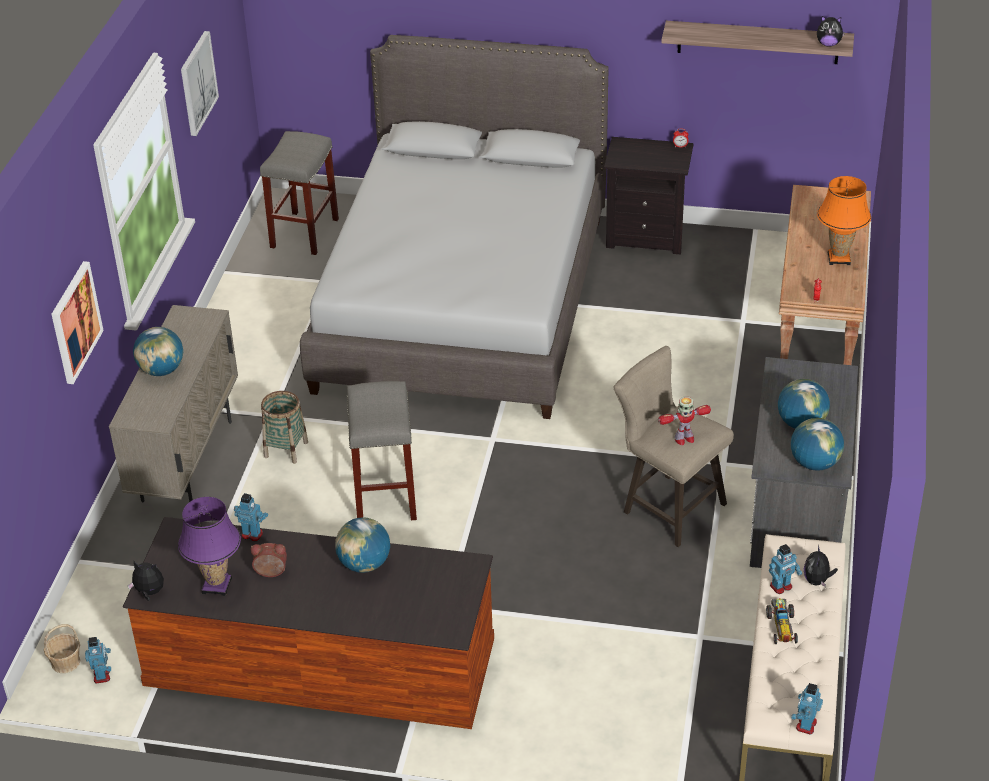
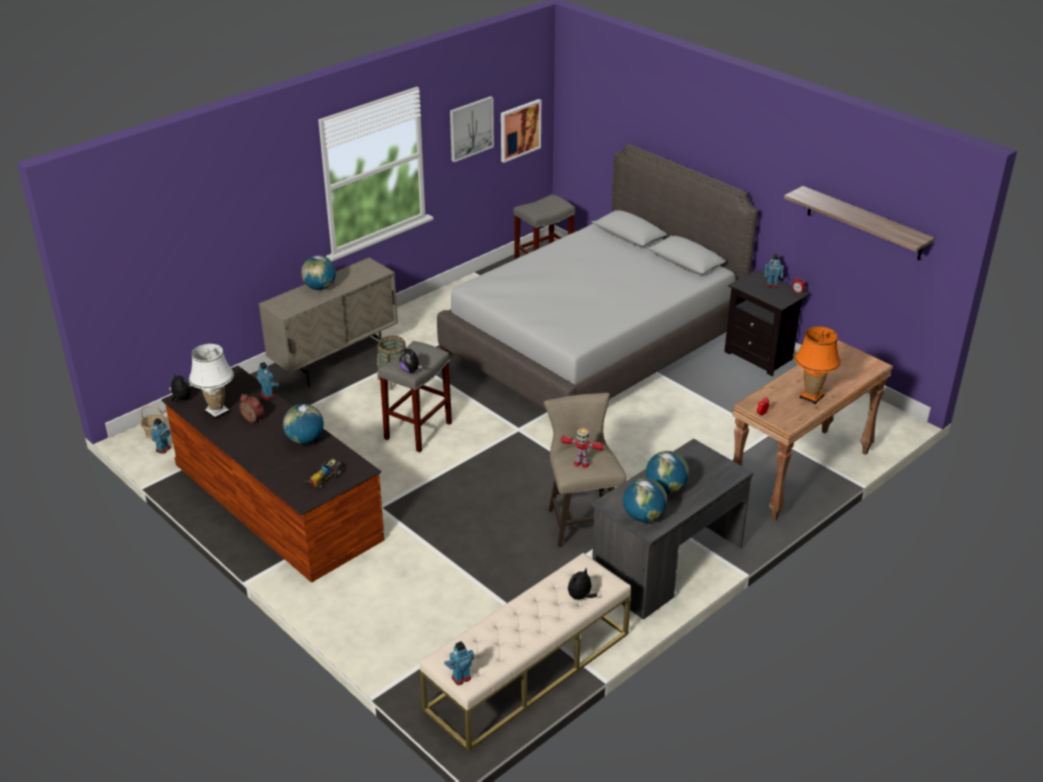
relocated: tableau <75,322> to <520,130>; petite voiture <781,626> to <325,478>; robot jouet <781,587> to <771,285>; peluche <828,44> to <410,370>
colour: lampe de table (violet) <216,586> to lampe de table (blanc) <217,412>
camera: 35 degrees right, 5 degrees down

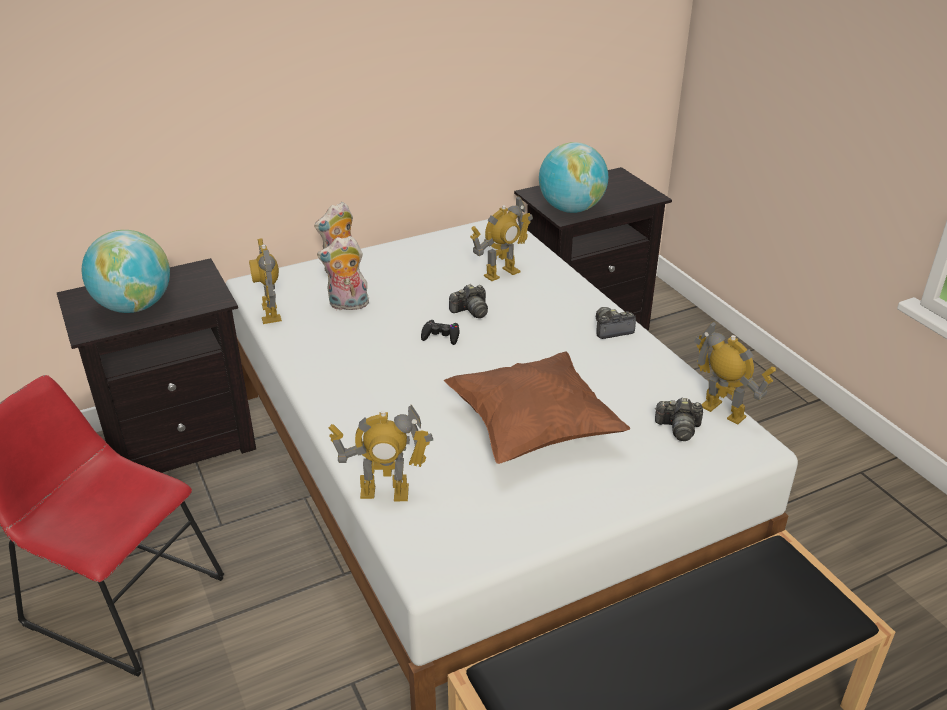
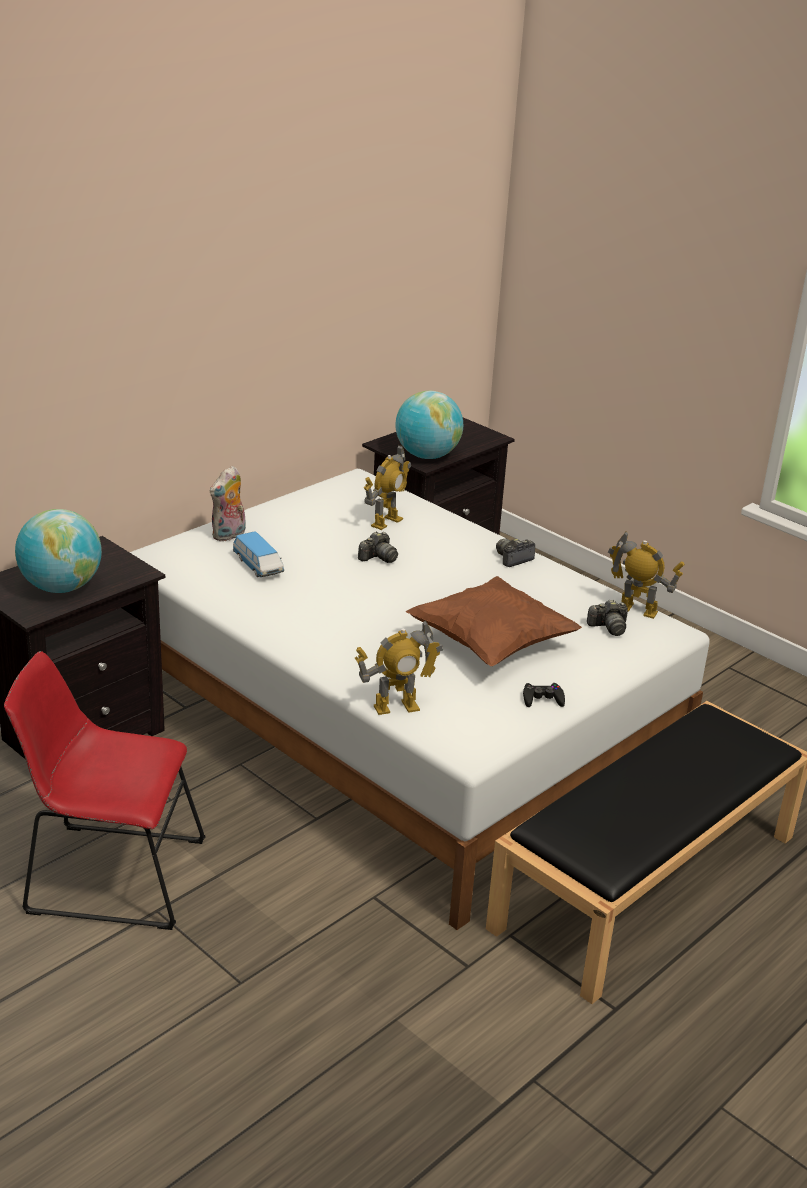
missing: robot jouet <271,313>
relocated: manette (noir) <441,336> to <542,699>
exchanged: peluche <347,305> to petite voiture <258,566>
camera: 20 degrees left, 5 degrees down

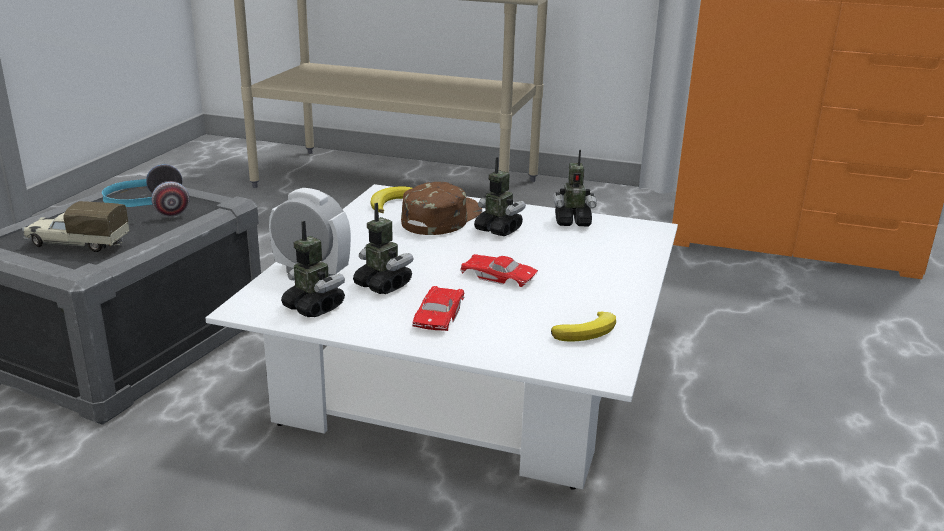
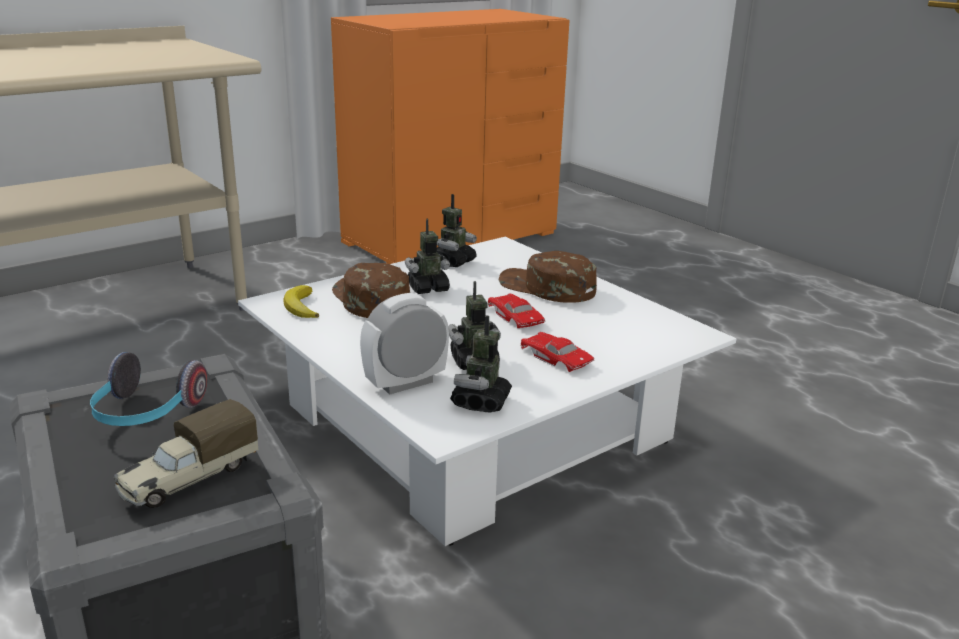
missing: banane <588,332>
appeared: casquette (marron) <546,287>
spun: robot jouet <313,307> = <481,402> 60 degrees counterclockwise; petite voiture (rouge) <498,276> = <515,316> 90 degrees clockwise
camera: 55 degrees left, 0 degrees up

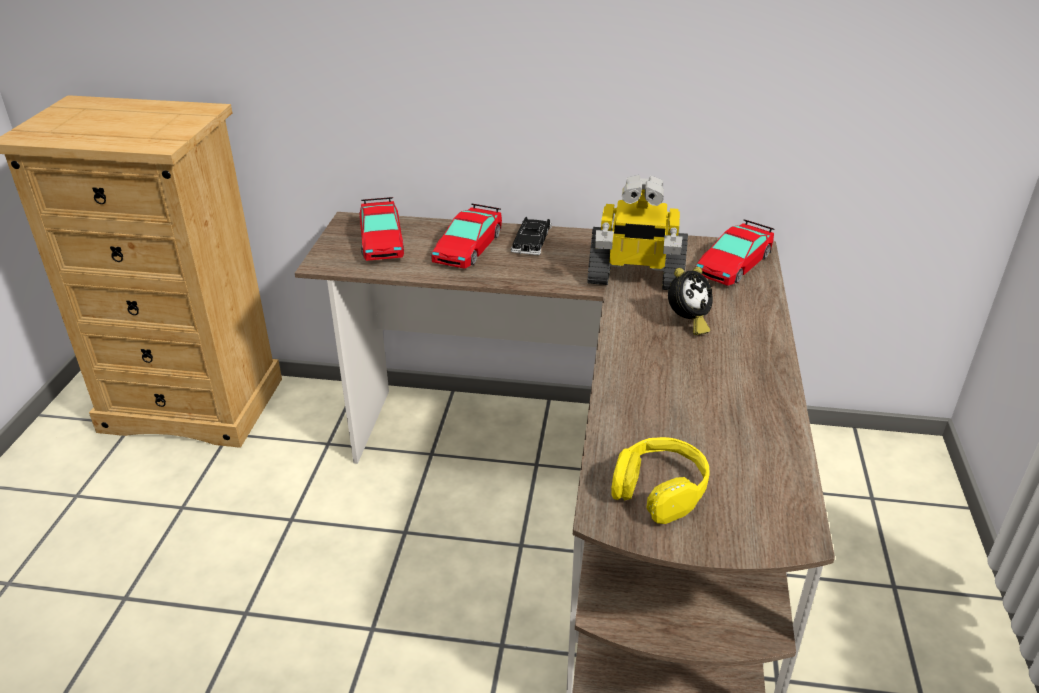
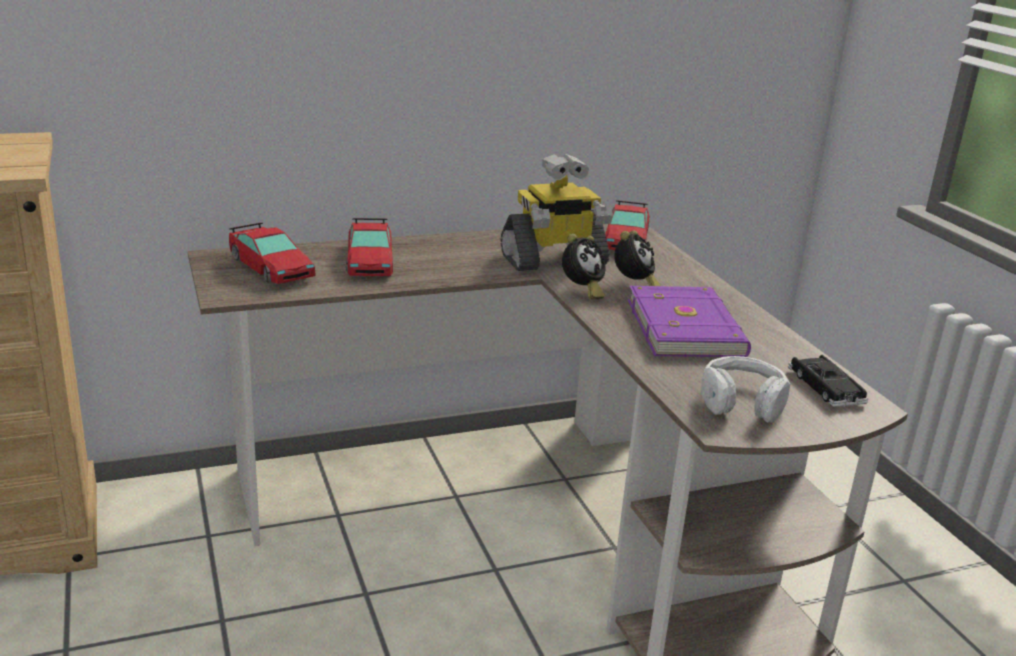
appeared: réveil <581,291>; livre (violet) <687,327>
relocated: petite voiture (noir) <531,241> to <825,387>
colour: casque audio (jaune) <659,490> to casque audio (blanc) <741,402>
camera: 30 degrees left, 10 degrees down

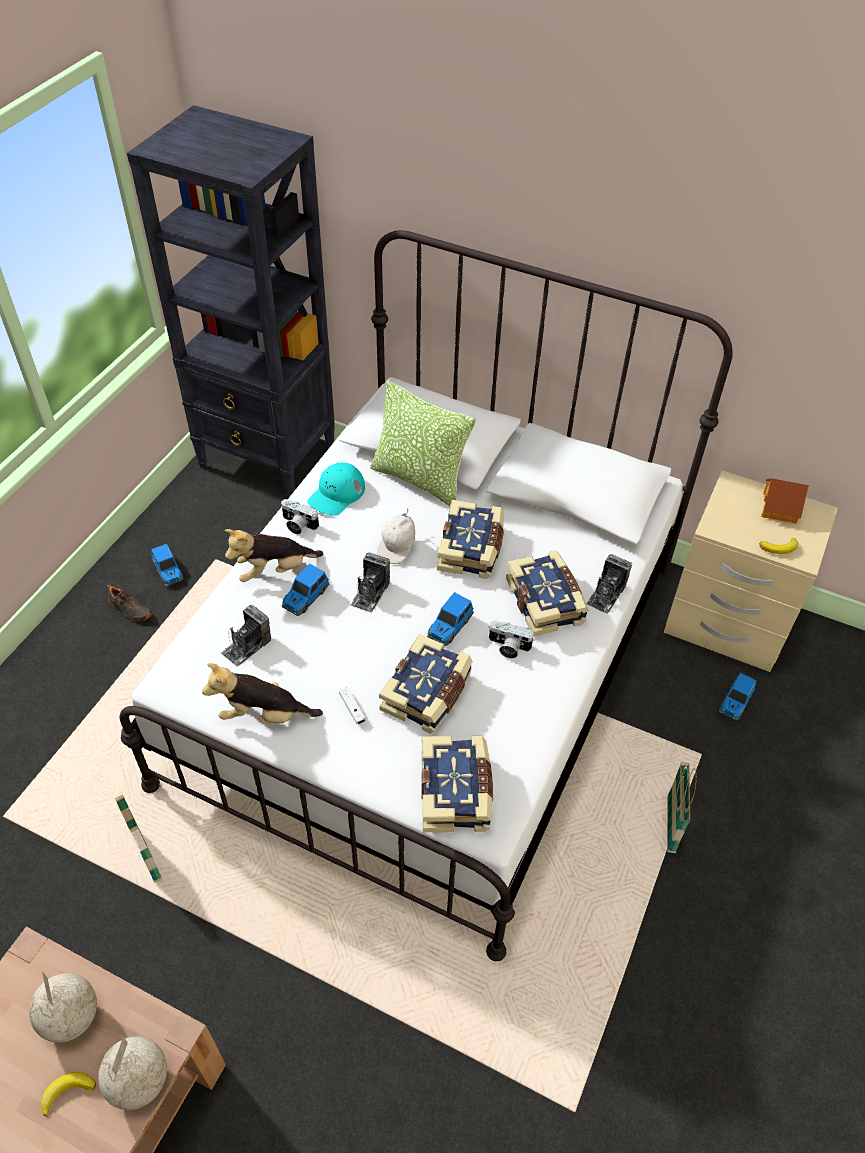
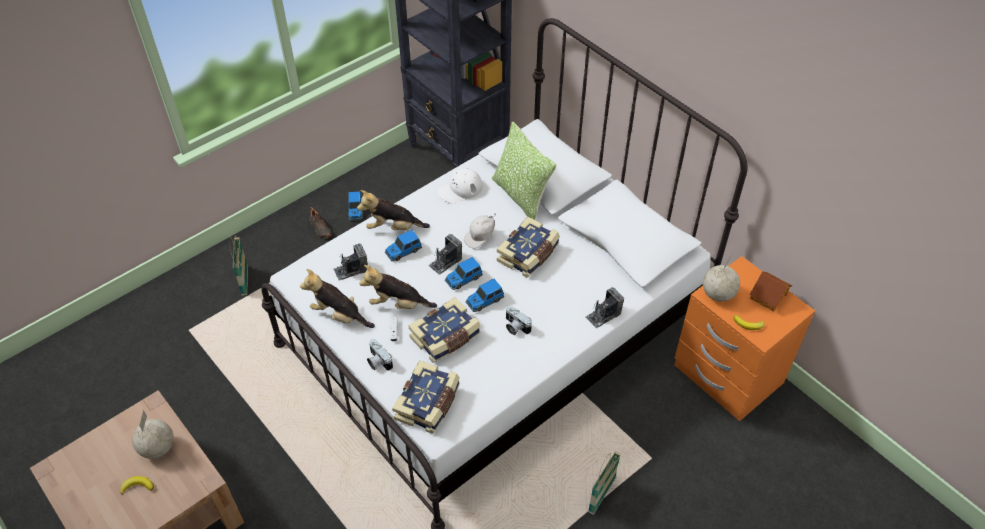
missing: livre <546,602>
appeared: peluche <398,304>
relocated: globe <140,1080> to <718,294>; panier <146,855> to <245,281>; appareil photo <298,525> to <378,361>; petite voiture <735,702> to <463,279>
colour: casquette (turquoise) <336,494> to casquette (blanc) <460,189>; table de chevet (beige) <726,623> to table de chevet (orange) <727,375>
camera: 25 degrees right, 0 degrees up

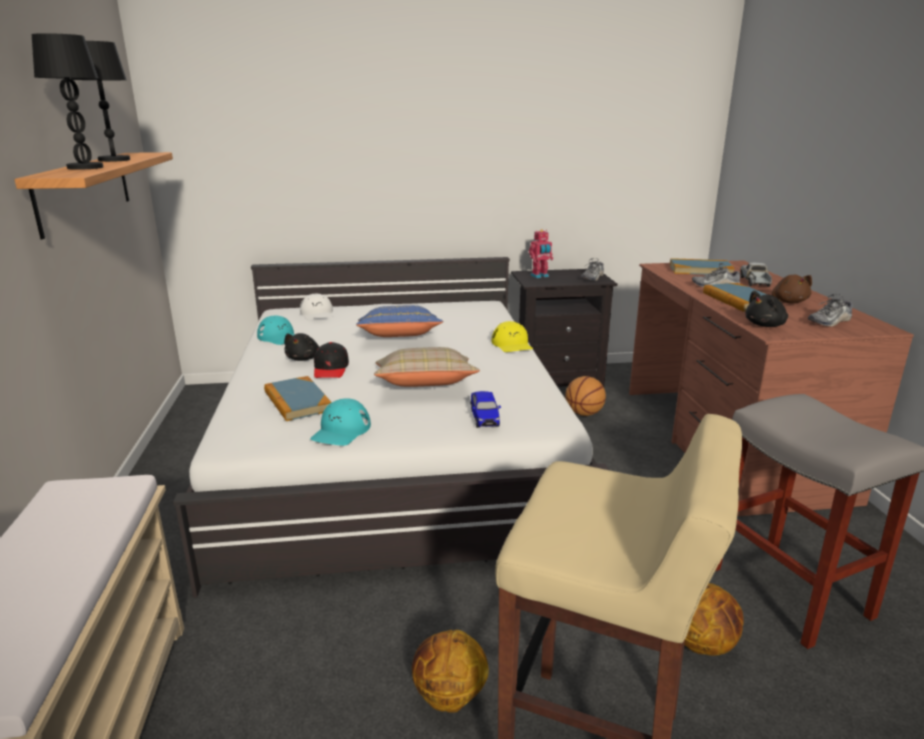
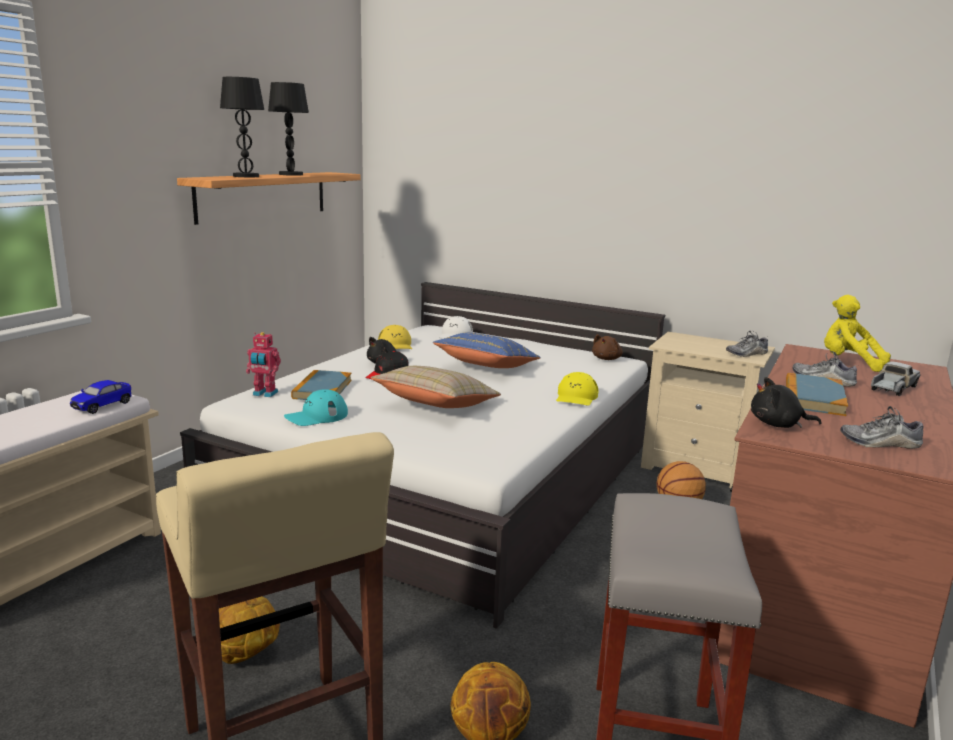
relocated: petite voiture <484,418> to <102,406>; robot jouet <540,276> to <264,394>; peluche (marron) <788,302> to <607,359>
exchanged: livre <700,270> to peluche (jaune) <848,363>
colour: casquette (turquoise) <280,337> to casquette (jaune) <395,345>; table de chevet (noir) <557,378> to table de chevet (beige) <697,466>
camera: 35 degrees right, 5 degrees down

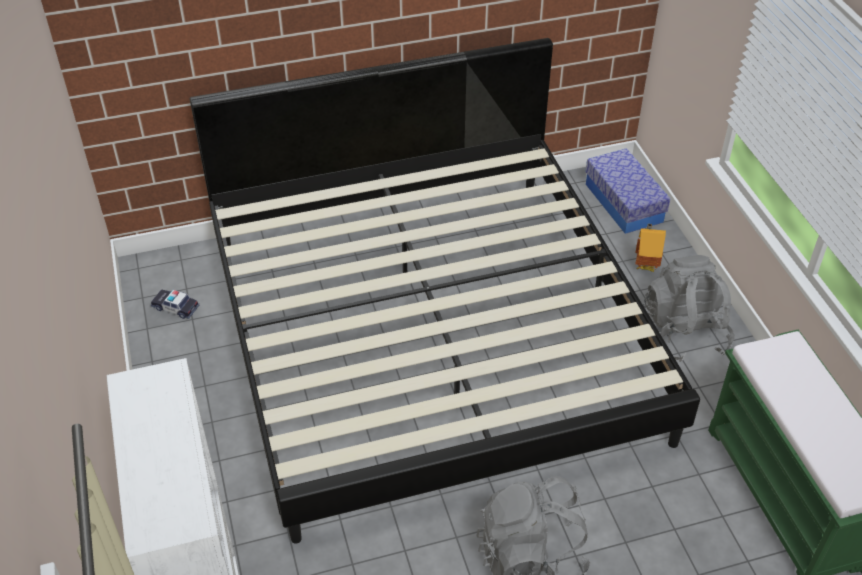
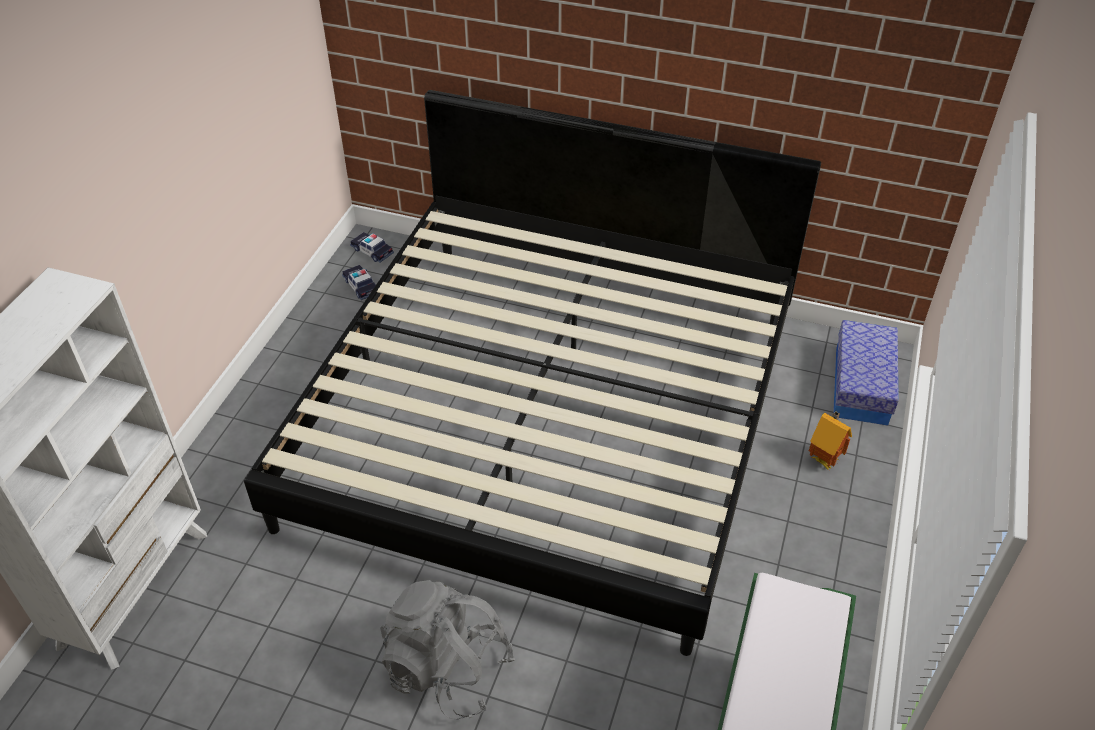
missing: sac à dos (gris) <684,333>
appeared: petite voiture <372,251>
camera: 35 degrees right, 0 degrees up

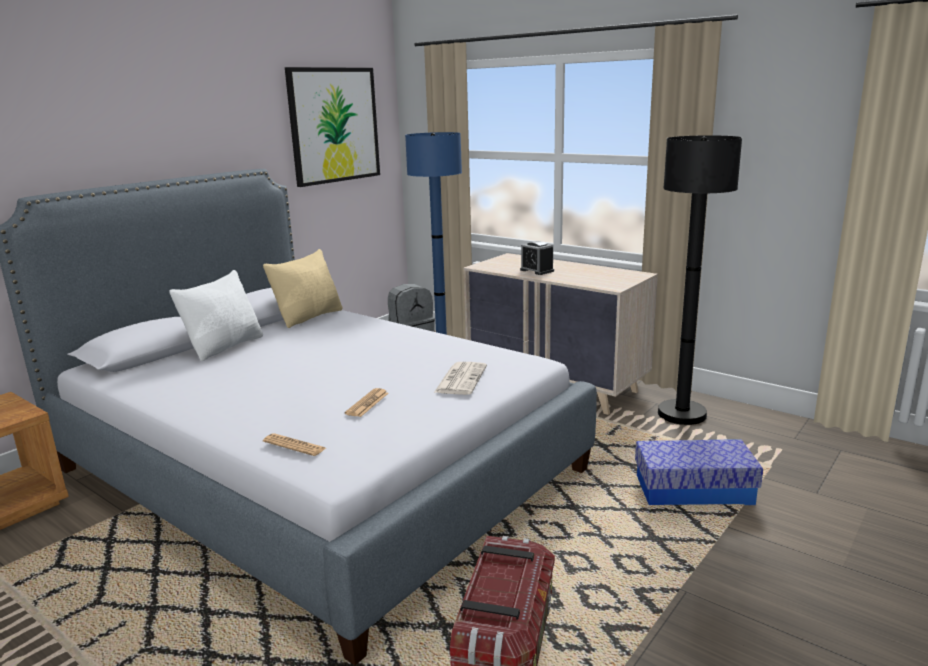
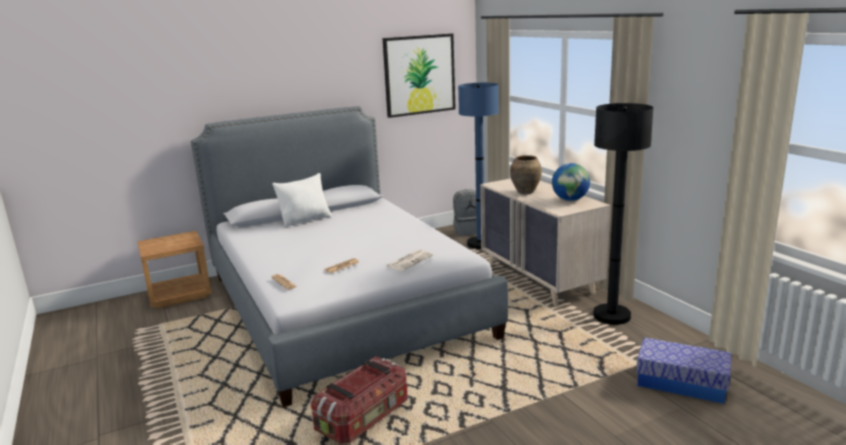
missing: coussin (beige) <309,317>
appeared: globe <570,200>
relocated: boîte de rangement <693,490> to <681,383>
exchanged: réveil <537,270> to vase (marron) <526,192>
camera: 25 degrees right, 0 degrees up

